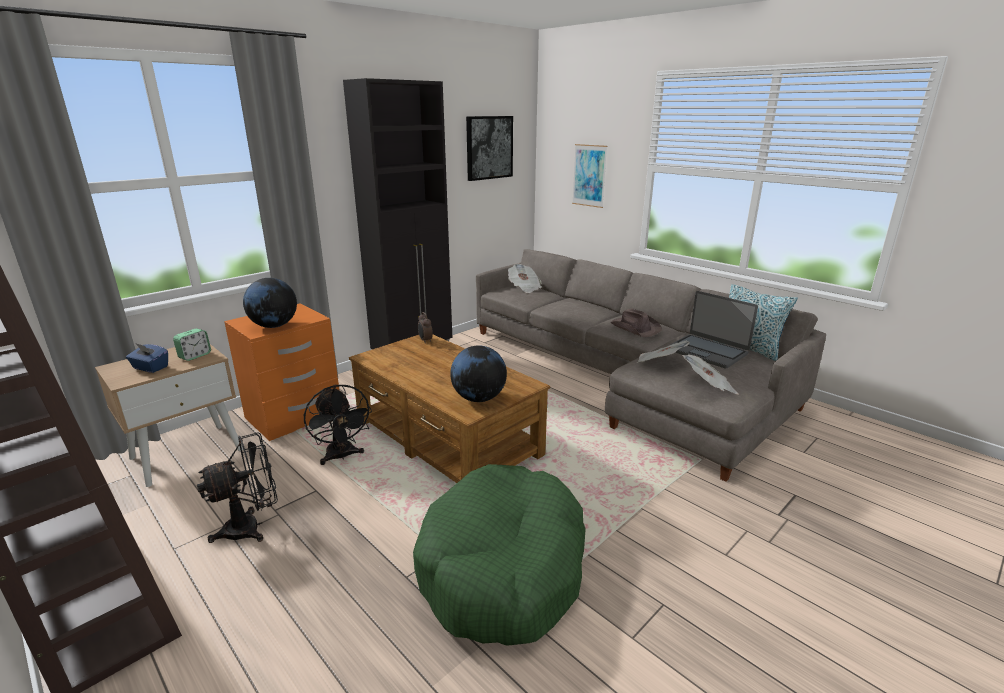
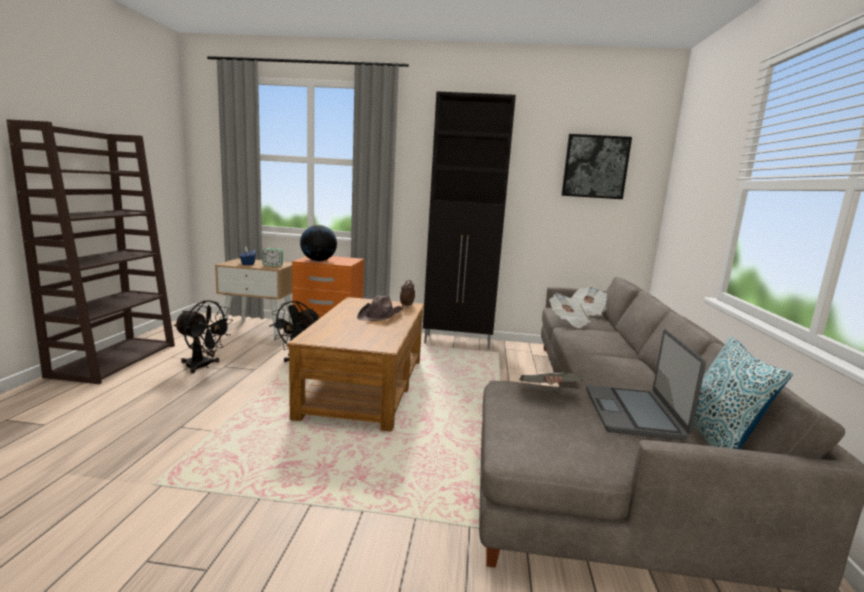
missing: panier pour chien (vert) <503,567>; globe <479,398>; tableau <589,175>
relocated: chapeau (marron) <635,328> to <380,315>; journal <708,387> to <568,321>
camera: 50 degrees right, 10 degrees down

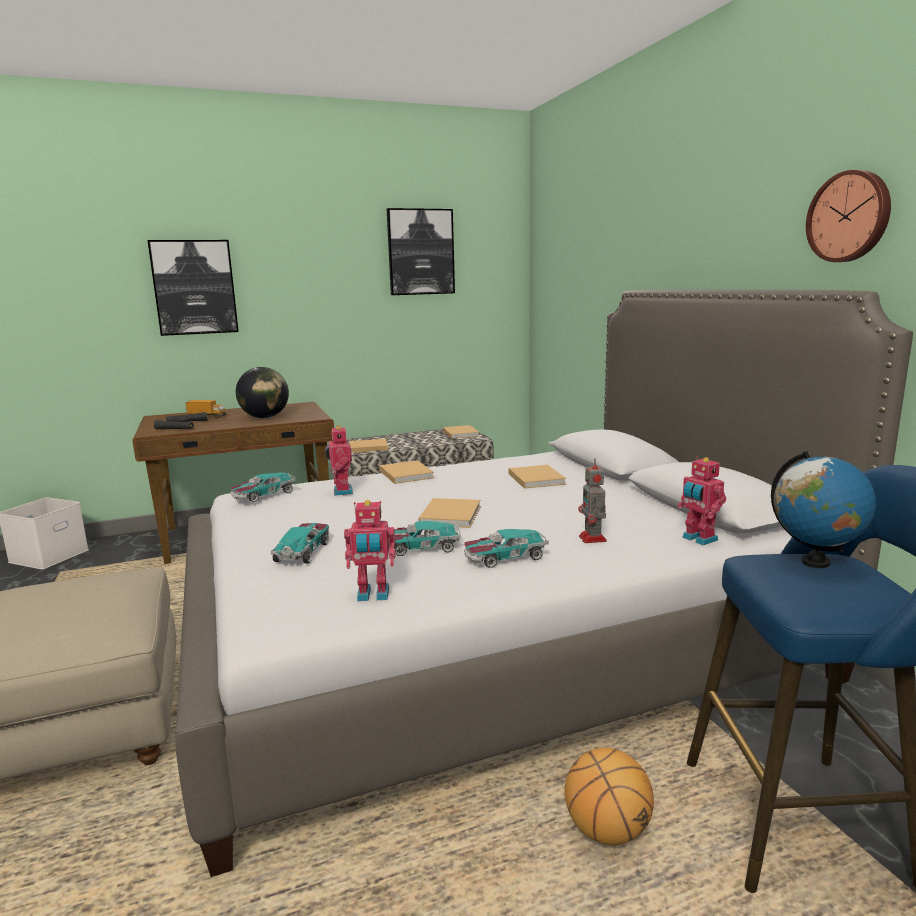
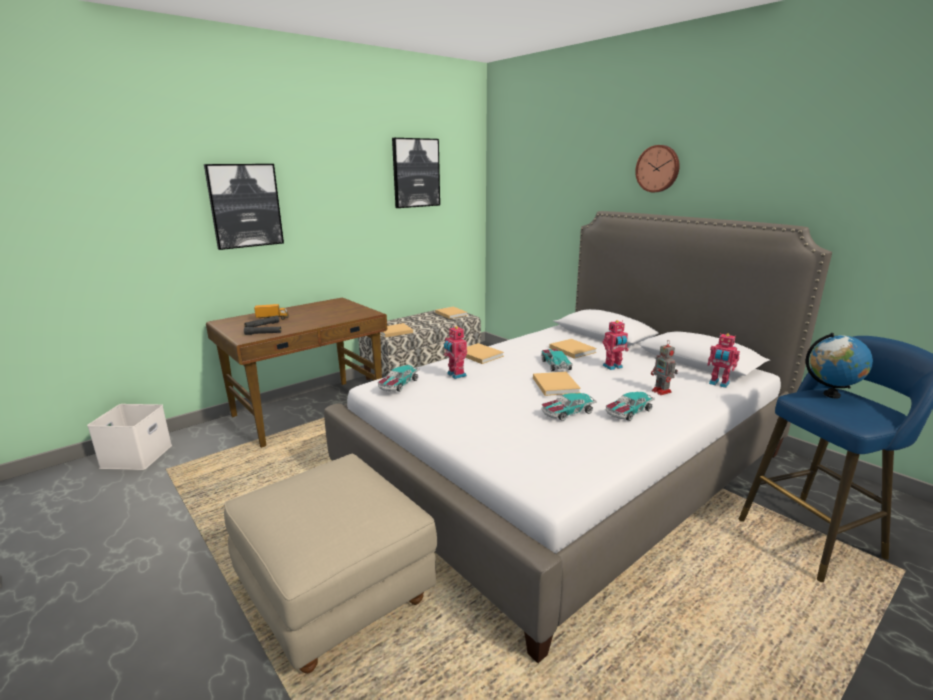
missing: globe <265,417>; ballon de basket <606,830>
relocated: petite voiture <303,551> to <555,365>; robot jouet <373,595> to <613,367>; horloge murale <849,217> to <658,168>
camera: 20 degrees left, 5 degrees up

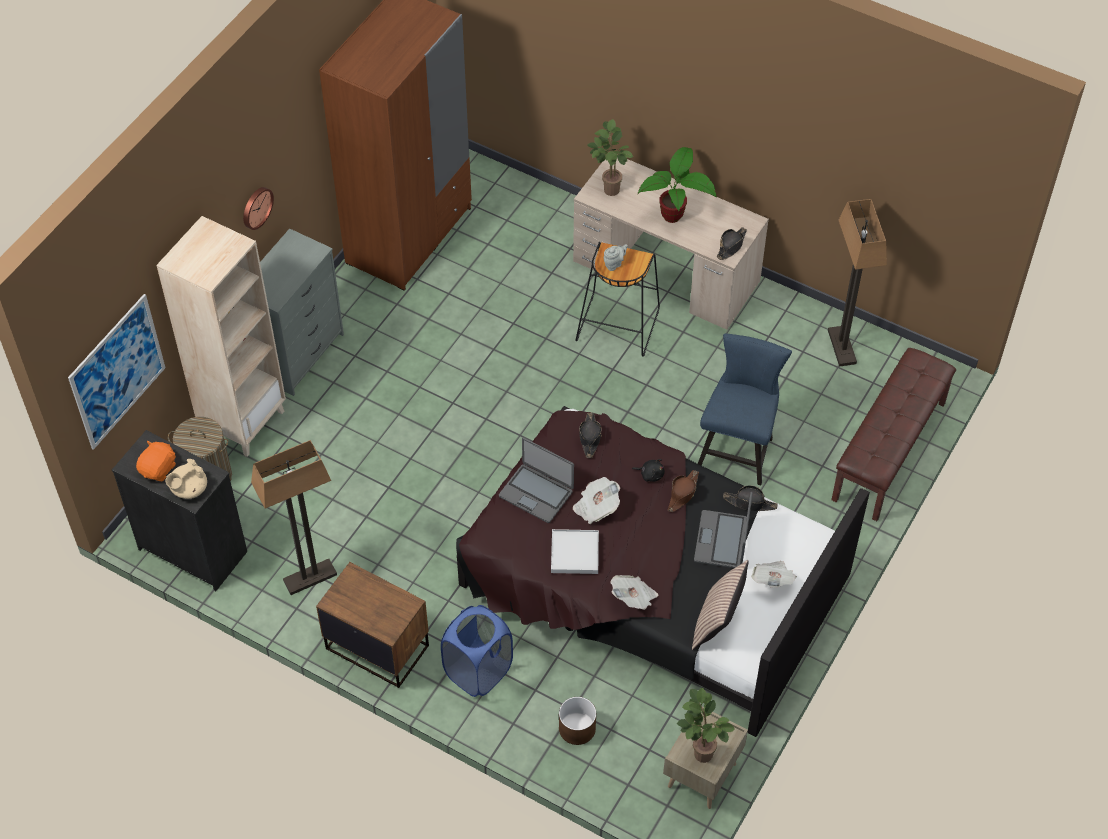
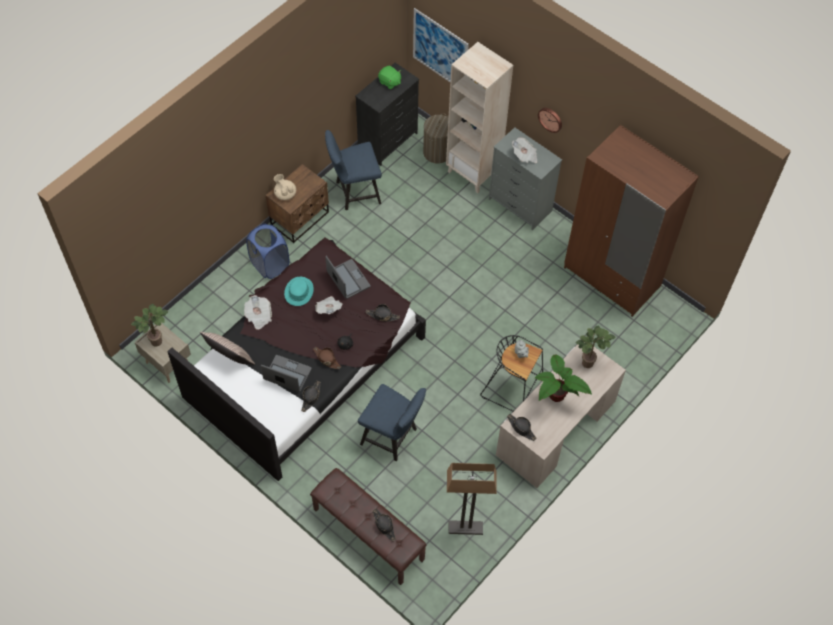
missing: cache-pot (marron) <577,728>
appeared: chapeau (noir) <384,526>
relocated: théière (beige) <188,489> to <285,194>; journal <773,580> to <524,156>
exchanged: lampadaire <310,578> to chaise (bleu) <354,193>; plateau (blanc) <575,553> to chapeau (turquoise) <298,291>
colour: peluche (orange) <159,469> to peluche (vert) <389,82>
spun: ordinateur portable <536,493> = <348,280> 105 degrees clockwise
camera: 100 degrees right, 5 degrees up

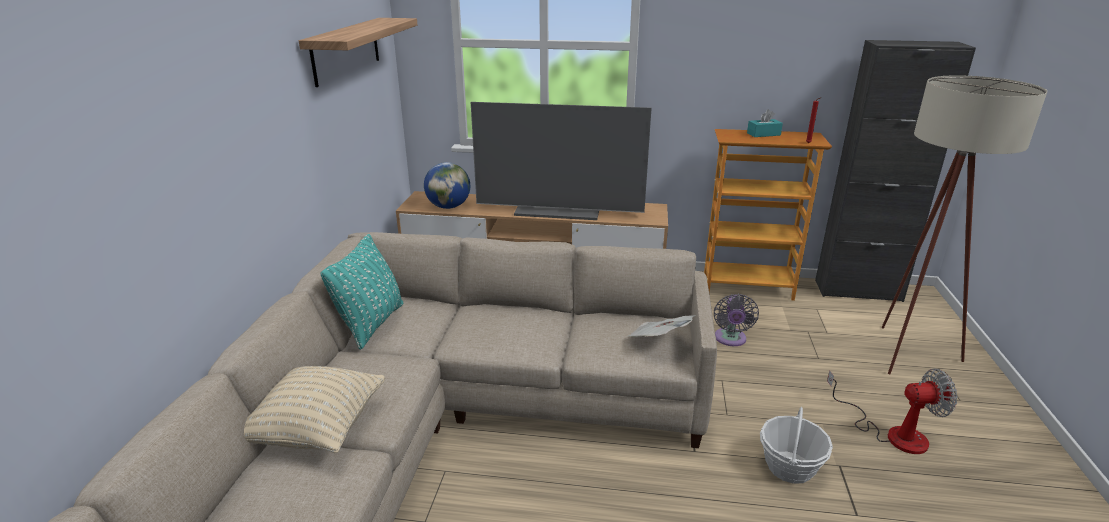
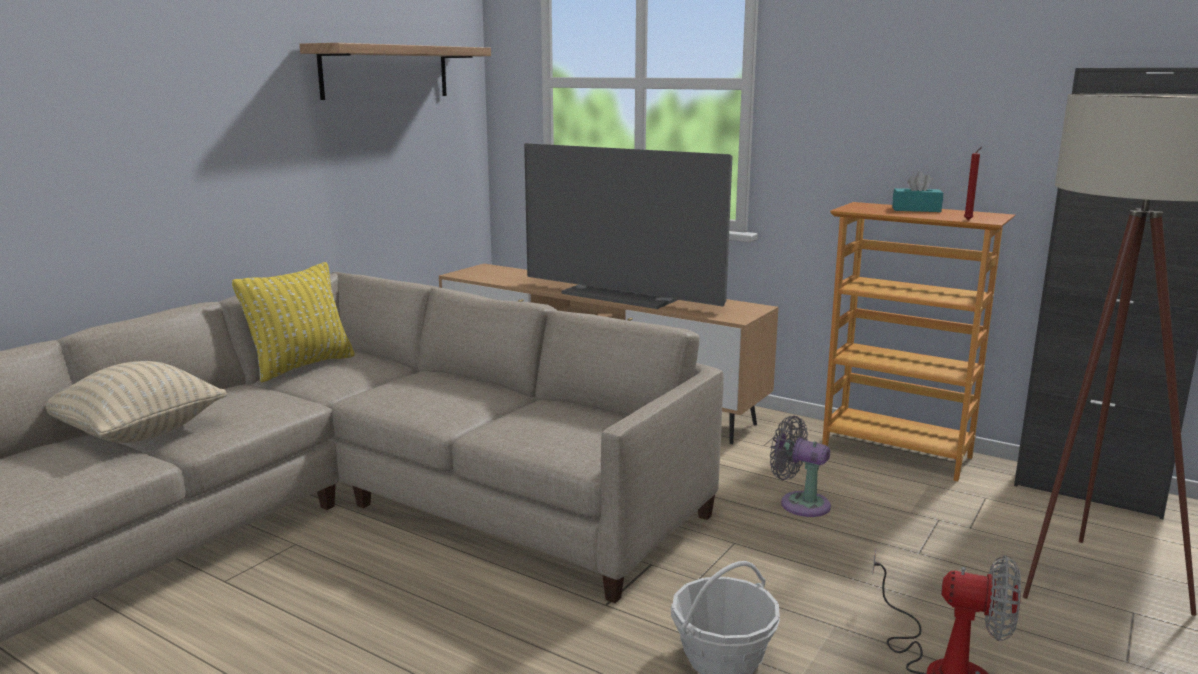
missing: globe <448,207>; journal <658,341>
colour: coussin (turquoise) <371,324> to coussin (jaune) <301,366>
spun: ventilateur (gris) <730,339> = <800,503> 90 degrees clockwise
camera: 25 degrees right, 10 degrees down

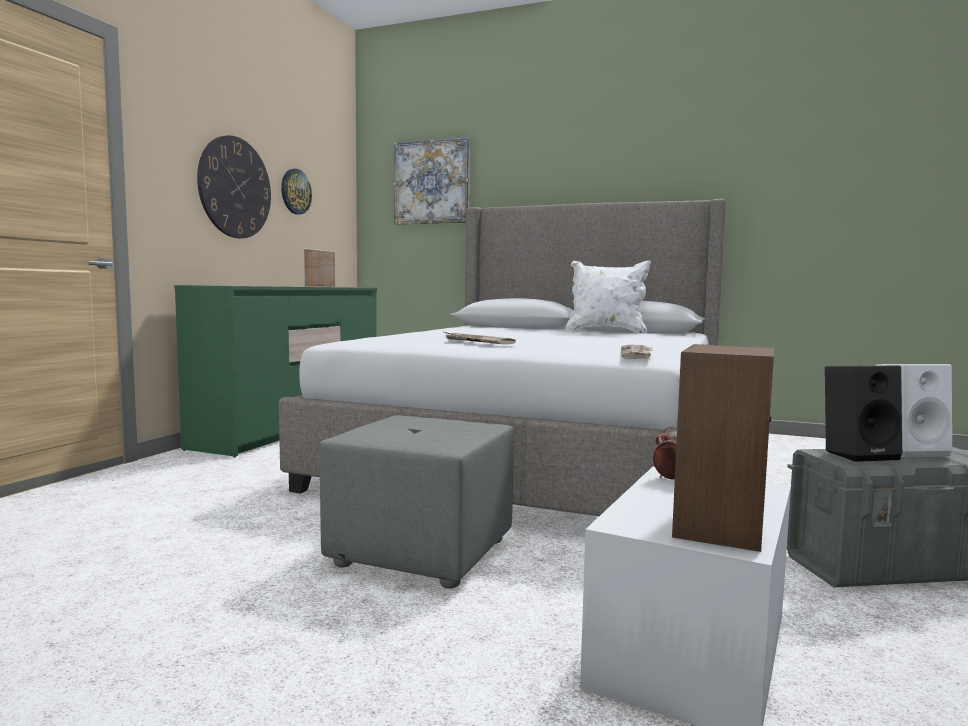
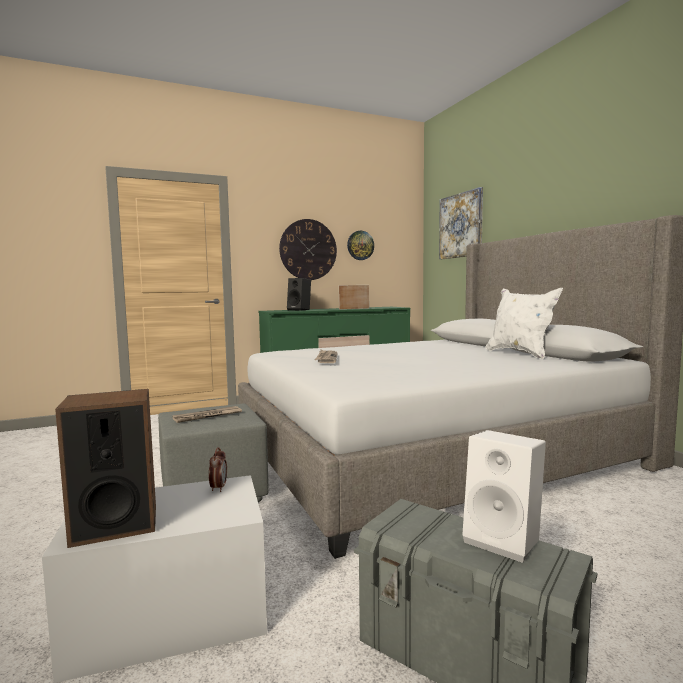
relocated: journal <637,354> to <207,416>; enceinte (noir) <859,454> to <300,310>
camera: 45 degrees right, 0 degrees up

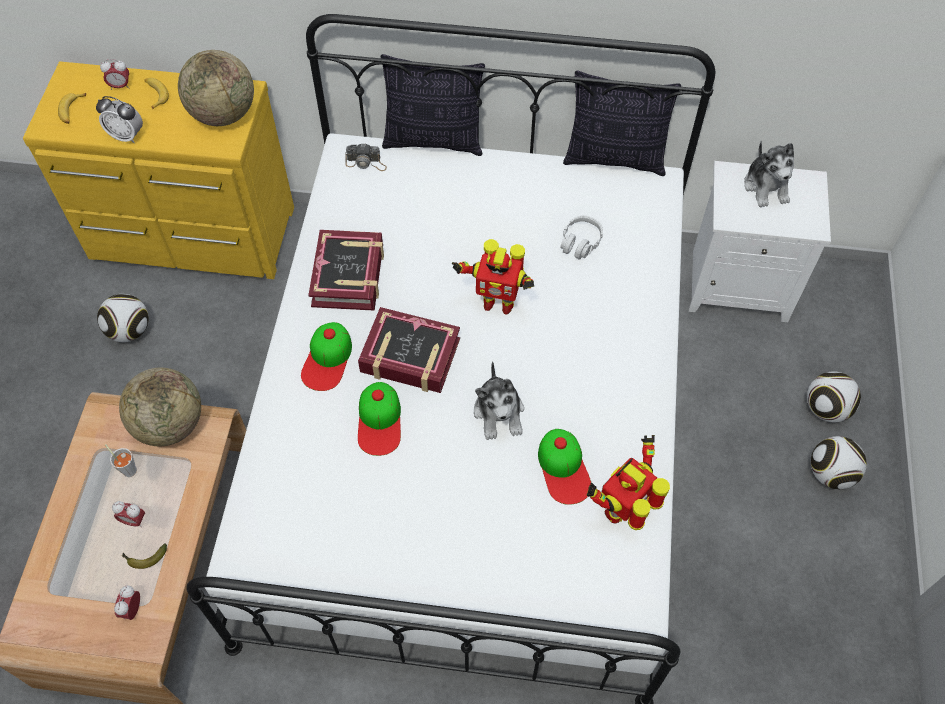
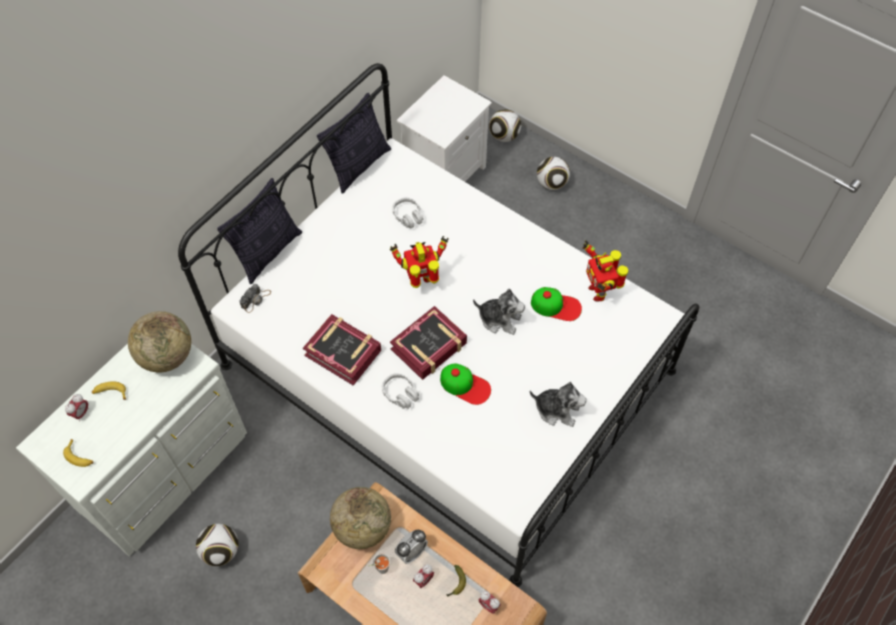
relocated: réveil <127,136> to <411,552>; peluche <766,186> to <557,409>; ballon de foot <830,473> to <504,136>
exchanged: casquette <327,359> to casque audio (gris) <400,394>
colour: commode (jaune) <193,237> to commode (blanc) <166,471>
spun: robot jouet <497,302> = <421,281> 150 degrees counterclockwise
camera: 60 degrees left, 0 degrees up

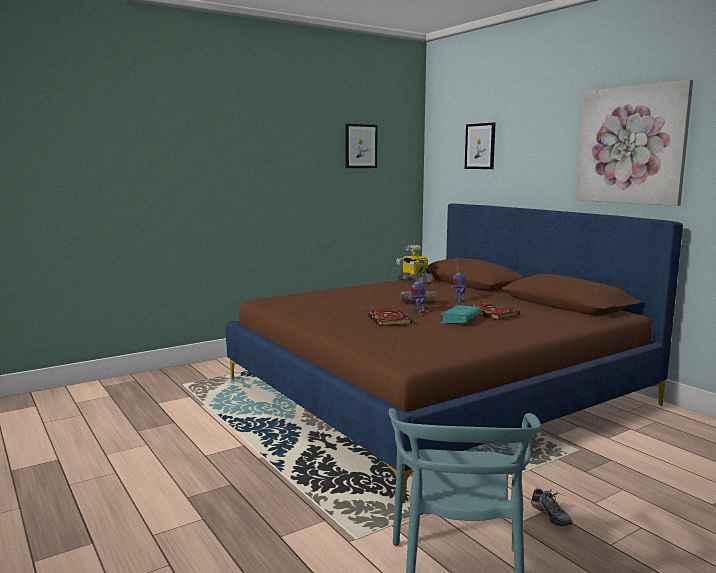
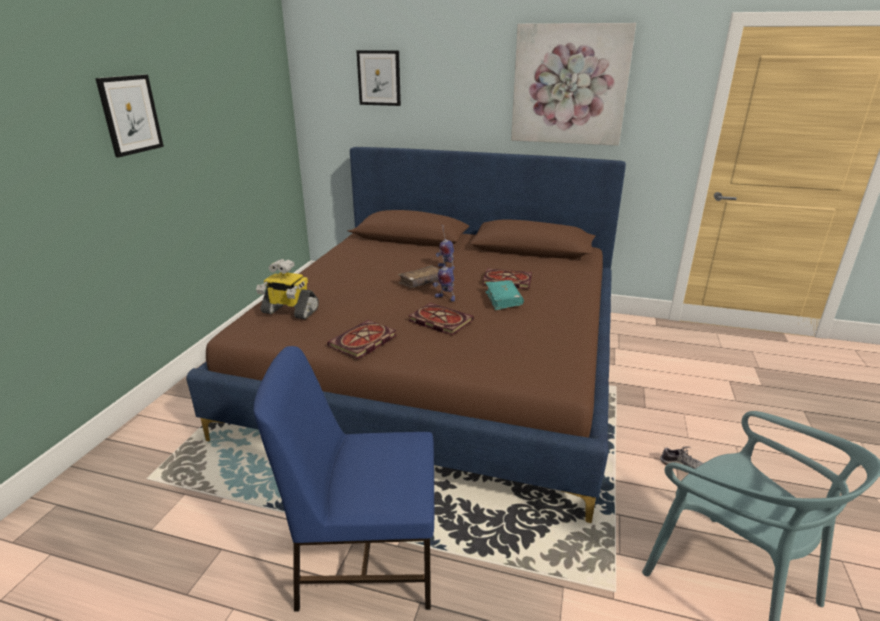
appeared: chaise (bleu) <365,557>; livre <363,342>
relocated: tableau <361,146> to <130,115>; robot jouet <414,281> to <289,311>
camera: 40 degrees left, 15 degrees up

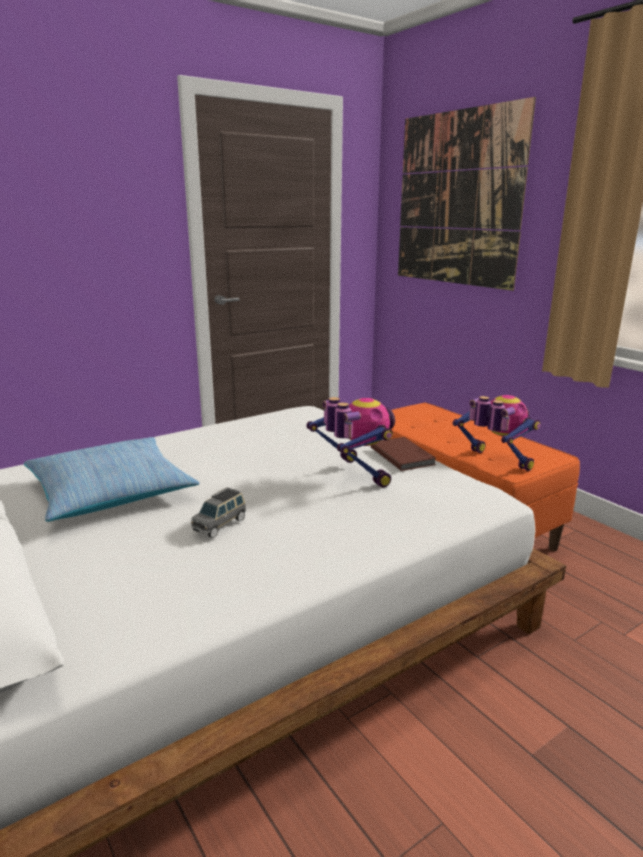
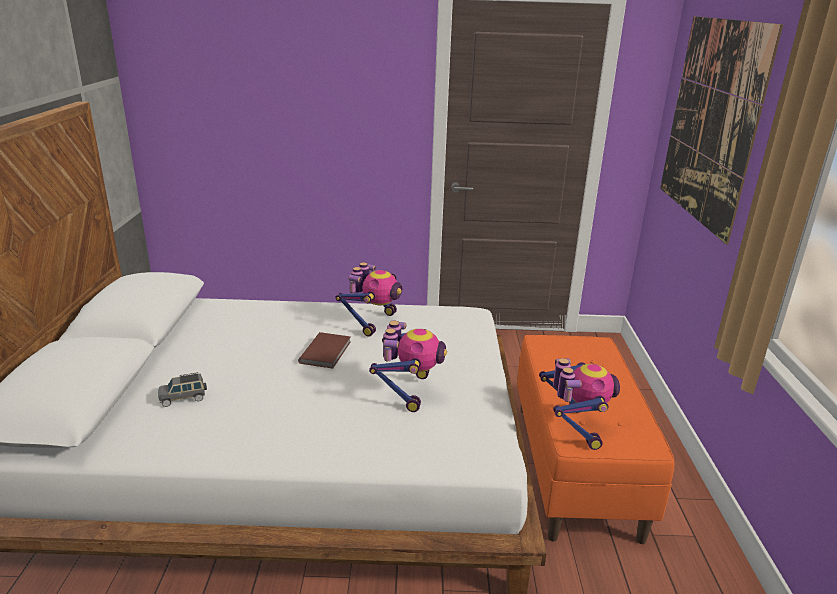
missing: coussin <110,492>
appeared: robot jouet <373,322>
relocated: petite voiture (gris) <220,525> to <184,398>; livre (marron) <403,455> to <327,352>
camera: 35 degrees right, 5 degrees up

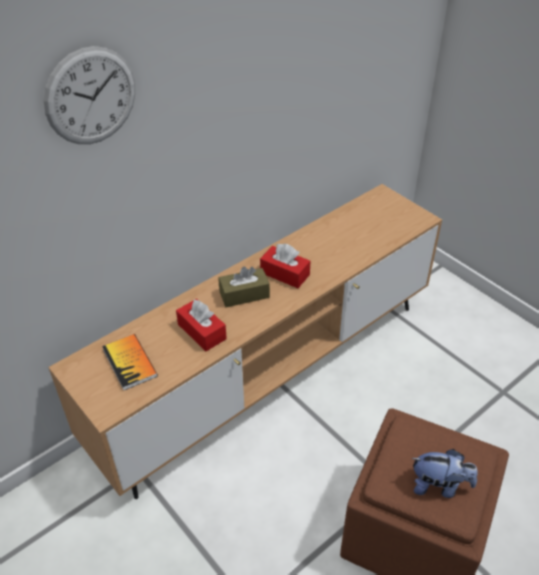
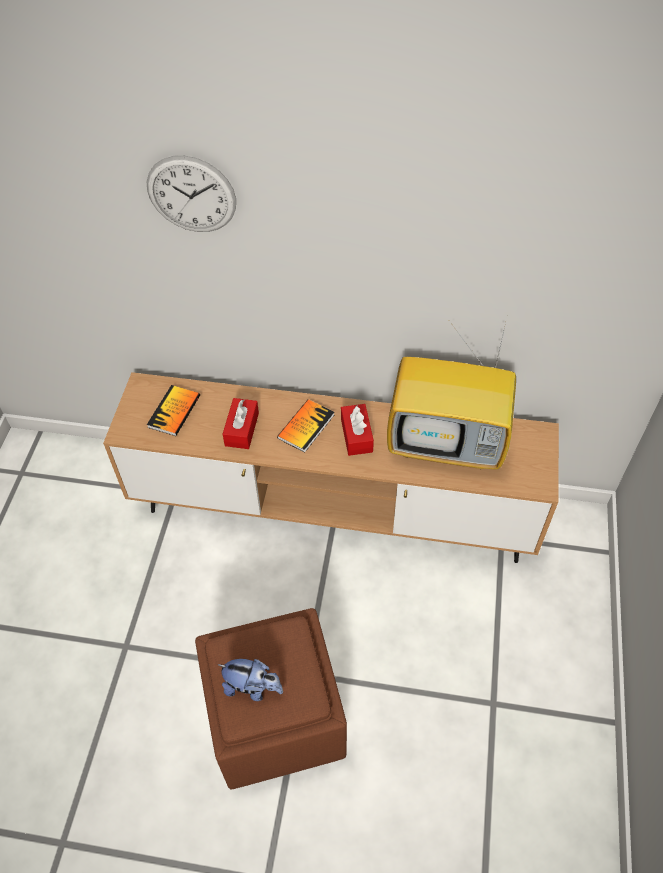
appeared: téléviseur <448,443>
exchanged: boîte à mouchoirs (marron) <244,294> to livre <306,426>
spun: peluche <439,486> = <252,687> 45 degrees counterclockwise
camera: 50 degrees right, 10 degrees up

